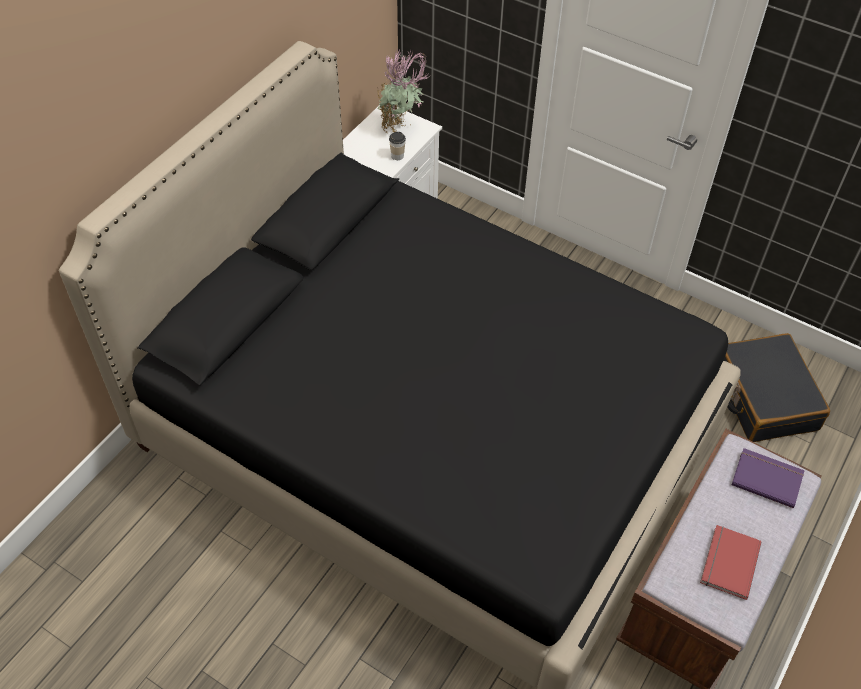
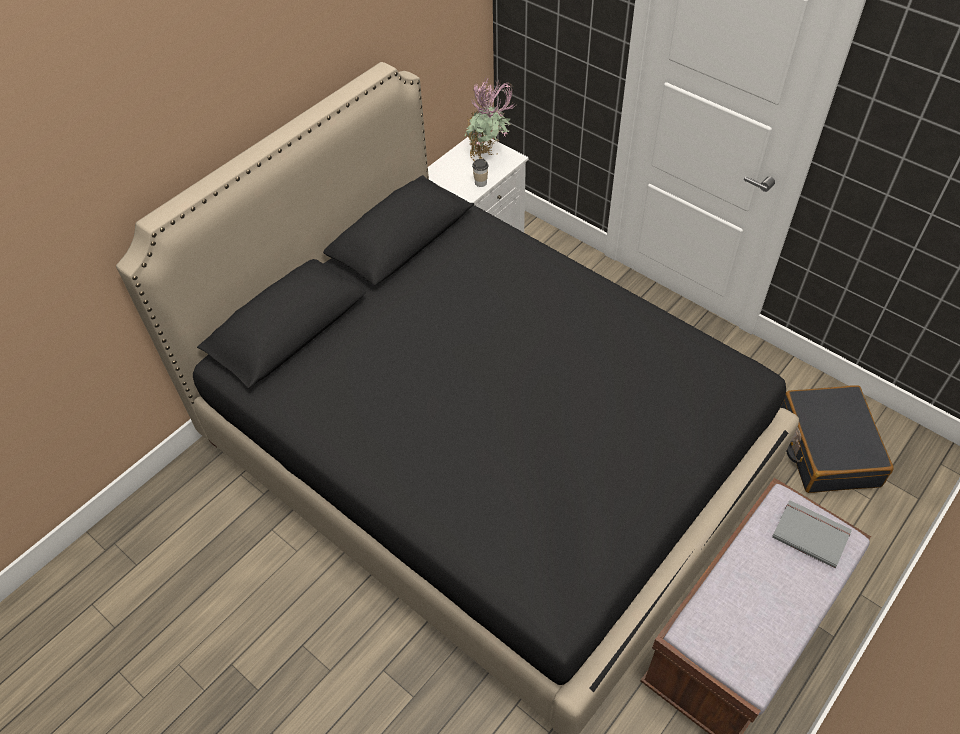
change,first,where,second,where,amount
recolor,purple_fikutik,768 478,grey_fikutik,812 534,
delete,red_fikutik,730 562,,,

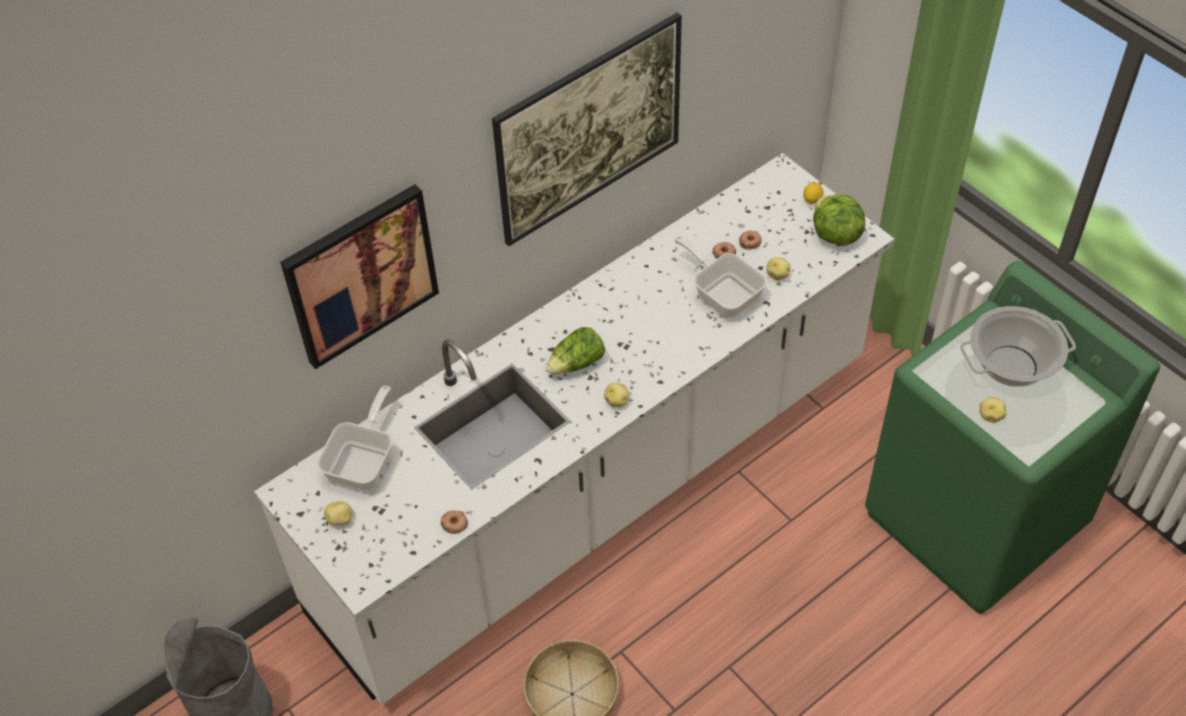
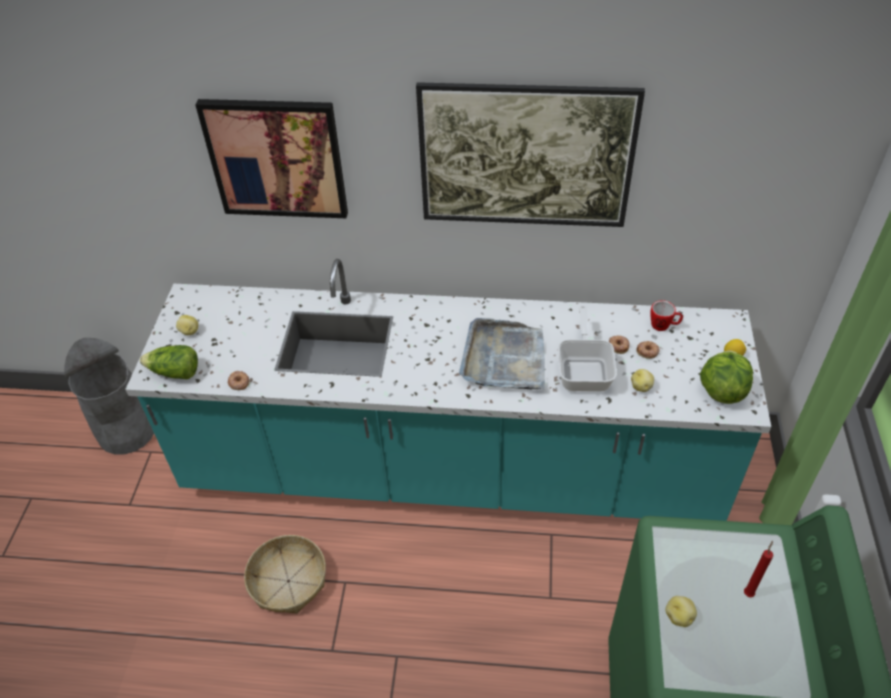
change,first,where,second,where,amount
recolor,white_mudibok,574 429,turquoise_mudibok,448 390,
replace,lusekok,1018 346,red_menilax,758 569,
move,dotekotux,575 350,,169 362,
delete,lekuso,616 395,,,
delete,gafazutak,355 438,,,
insert,,,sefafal,666 315,
insert,,,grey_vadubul,502 353,

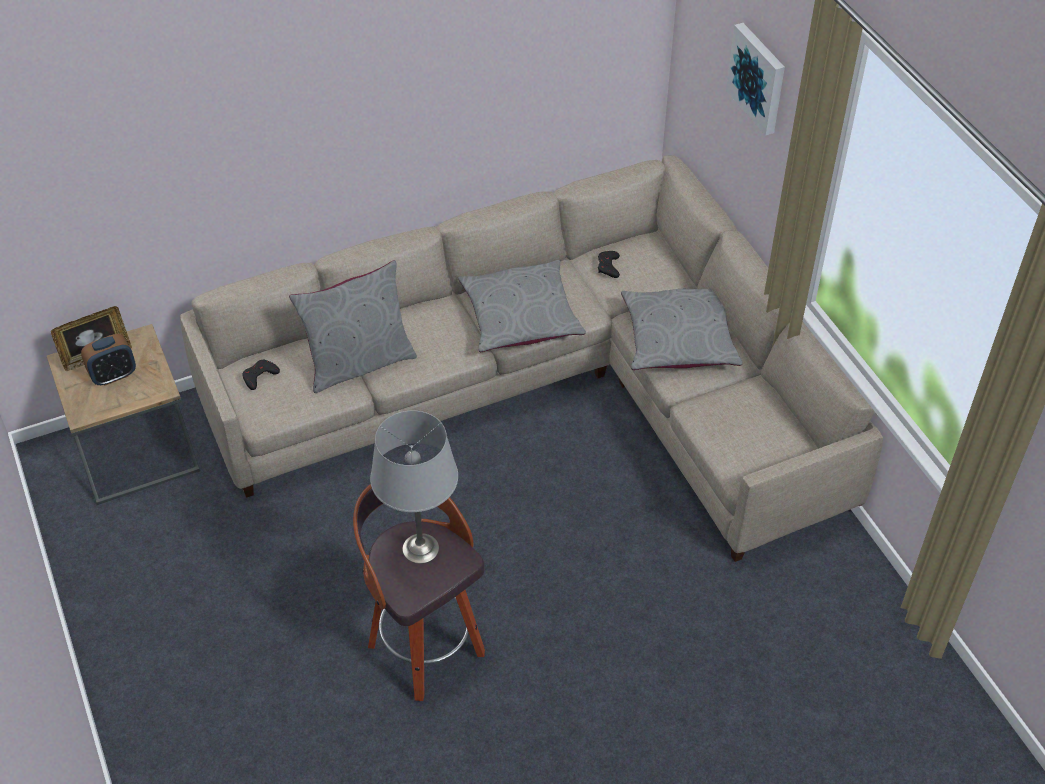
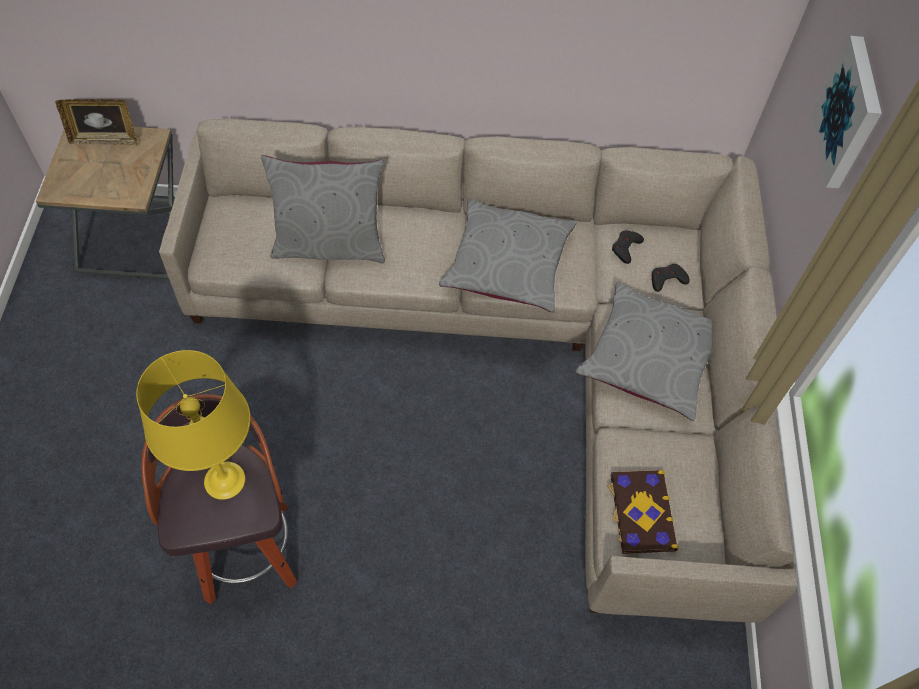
change,first,where,second,where,amount
delete,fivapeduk,108 360,,,
move,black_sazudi,261 375,,671 278,
recolor,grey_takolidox,414 487,yellow_takolidox,193 425,
insert,,,fikutik,643 512,

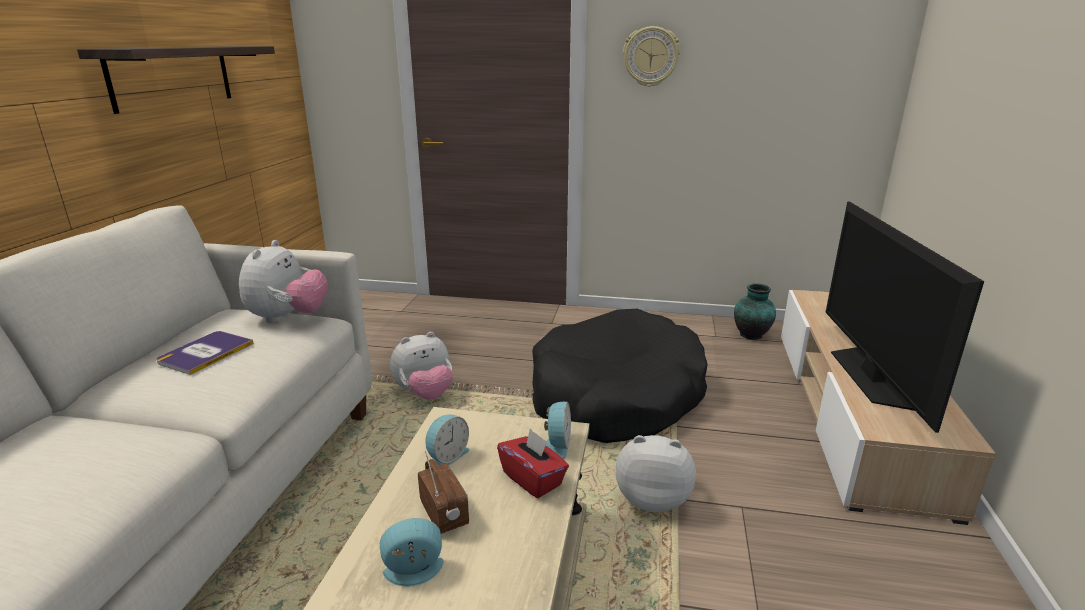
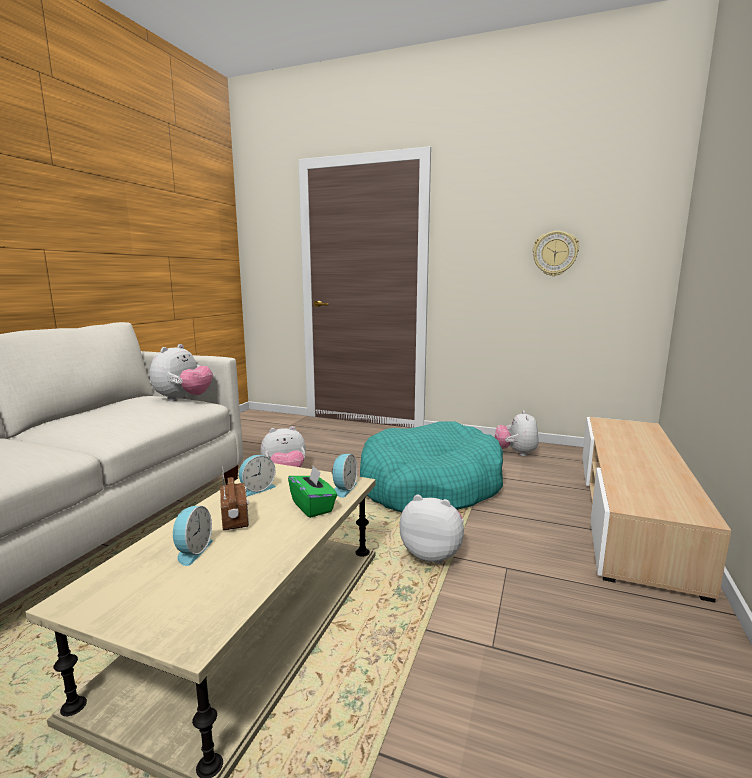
change,first,where,second,where,amount
move,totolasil,651 56,,556 253,
delete,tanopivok,176 80,,,
delete,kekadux,904 317,,,
delete,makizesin,755 311,,,
recolor,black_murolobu,620 376,turquoise_murolobu,431 466,
delete,fikutik,205 353,,,
recolor,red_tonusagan,533 463,green_tonusagan,312 492,
rotate,fivapeduk,412 552,,193 536,105 degrees clockwise
insert,,,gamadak,517 433,

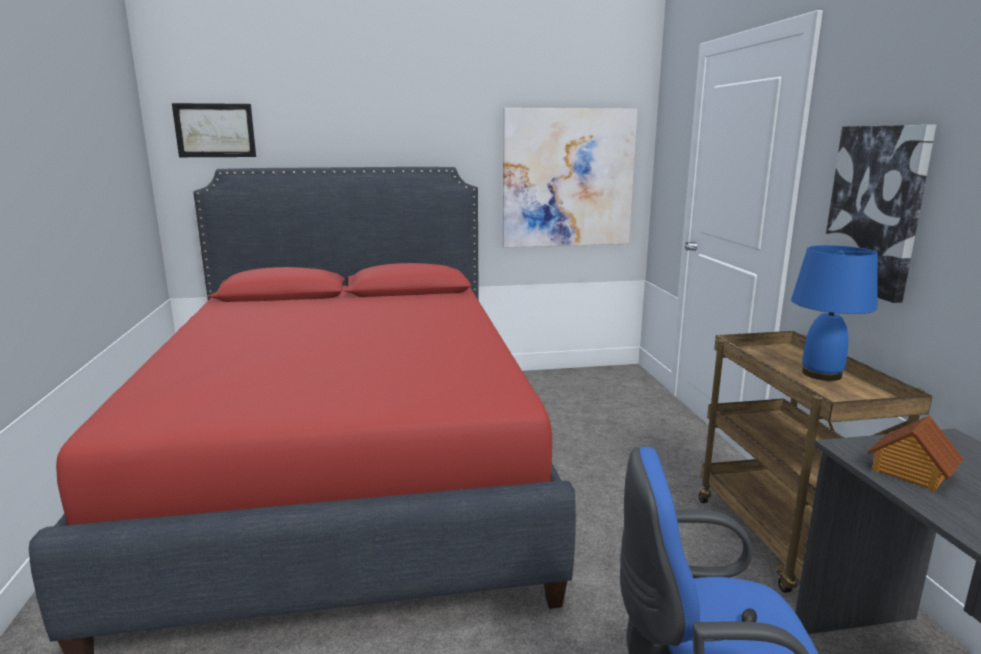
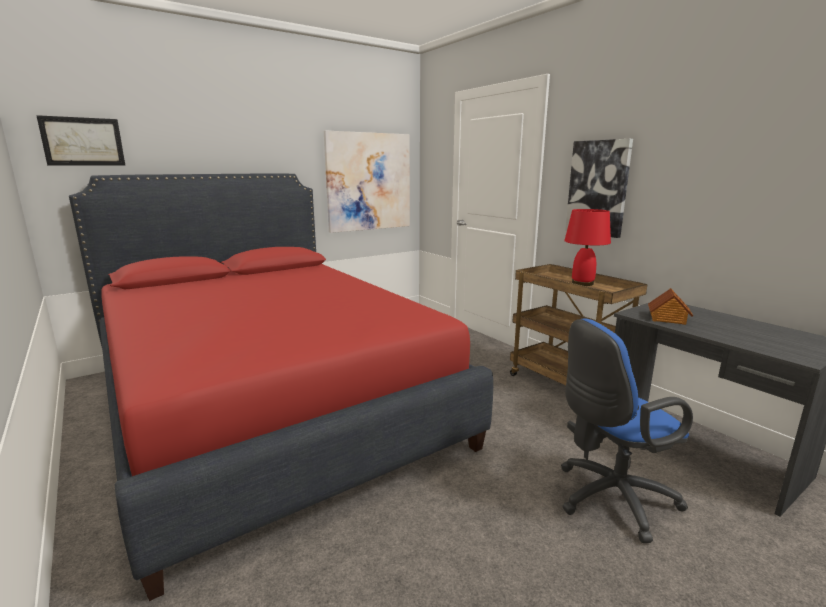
change,first,where,second,where,amount
recolor,blue_takolidox,834 313,red_takolidox,587 247,

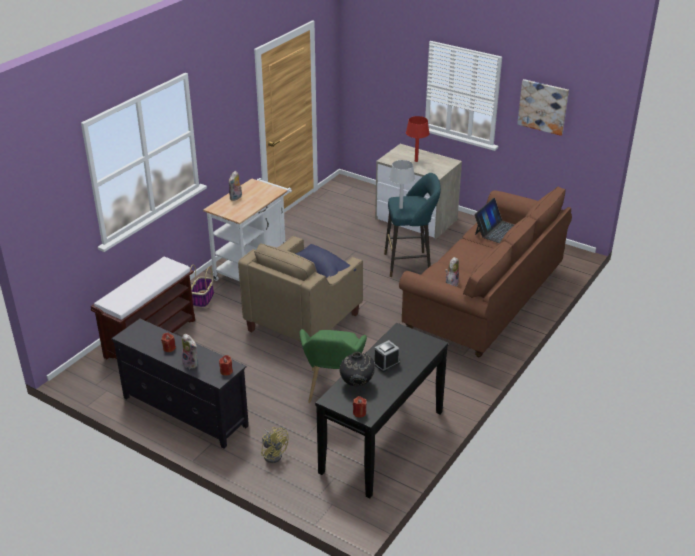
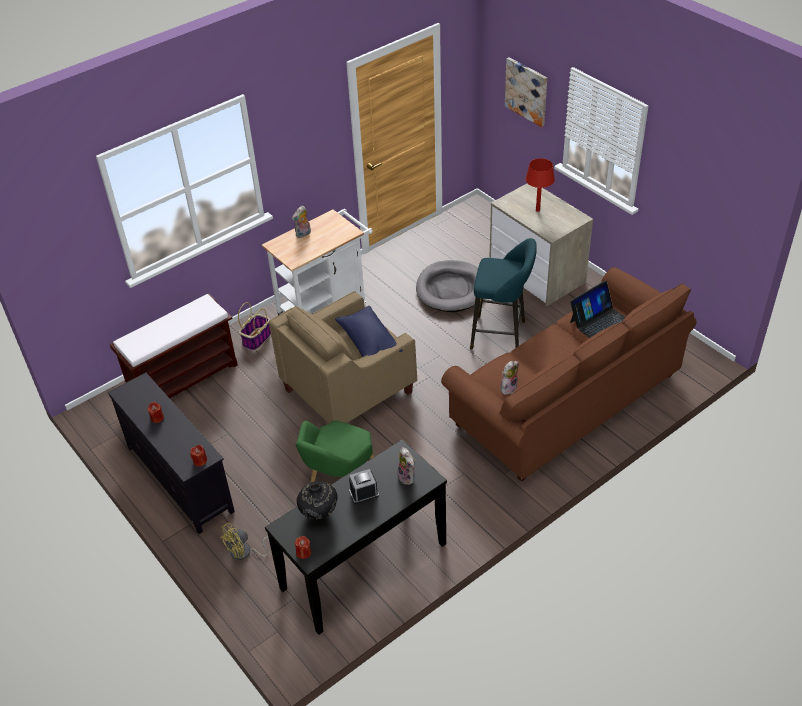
change,first,where,second,where,amount
move,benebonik,543 107,,526 92,
delete,grey_takolidox,402 184,,,
move,gamadak,190 351,,406 466,
rotate,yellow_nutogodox,275 445,,244 541,75 degrees clockwise
insert,,,grey_murolobu,447 286,

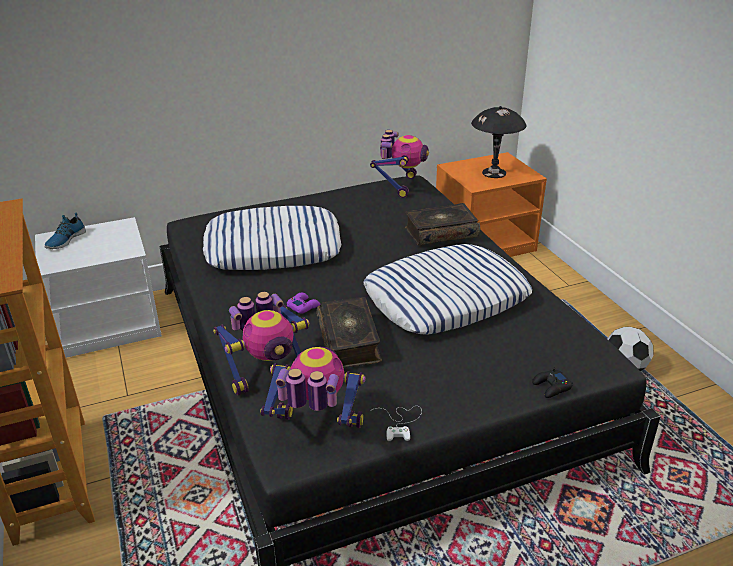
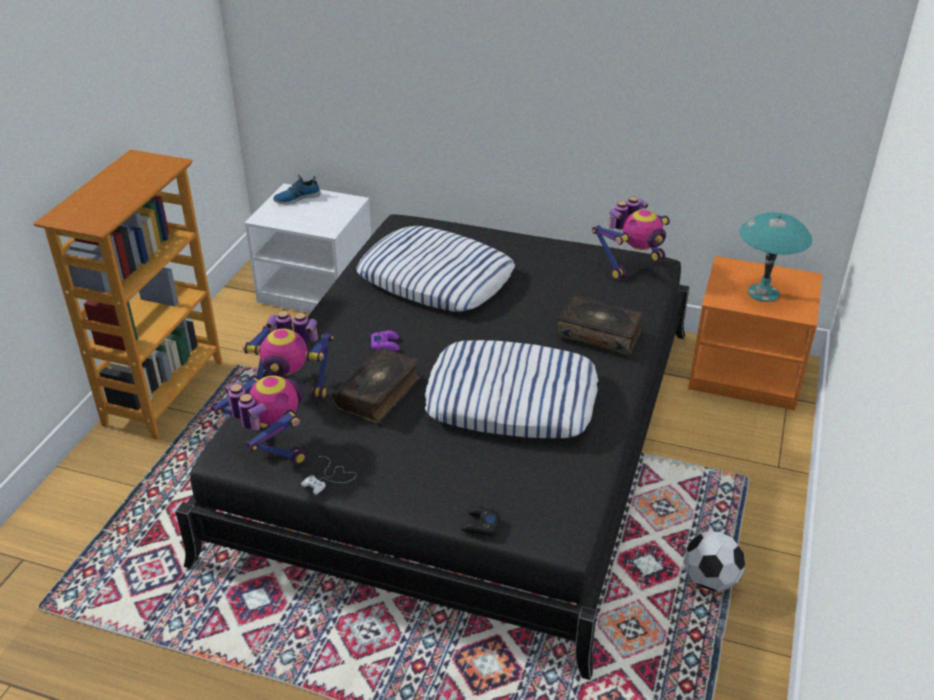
change,first,where,second,where,amount
recolor,black_takolidox,499 142,turquoise_takolidox,775 257,

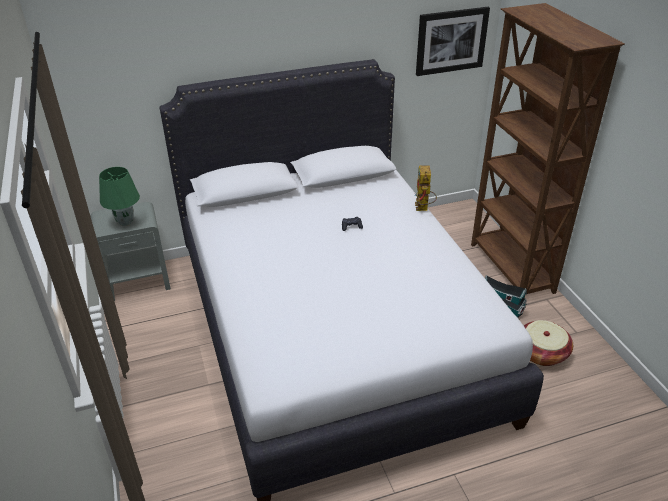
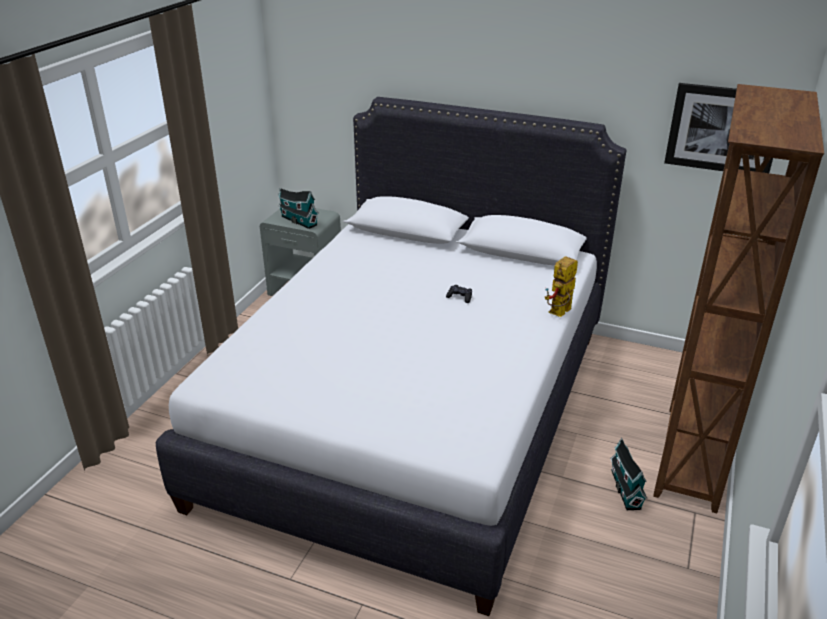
change,first,where,second,where,amount
replace,green_takolidox,119 196,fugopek,298 208,
delete,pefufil,548 343,,,

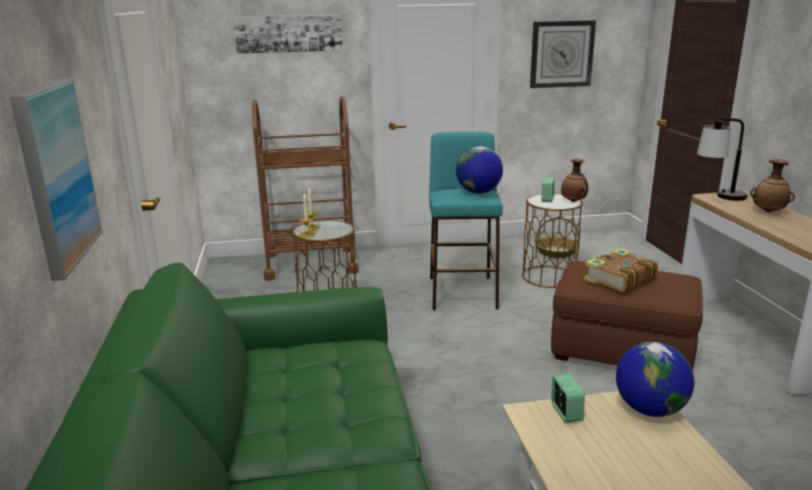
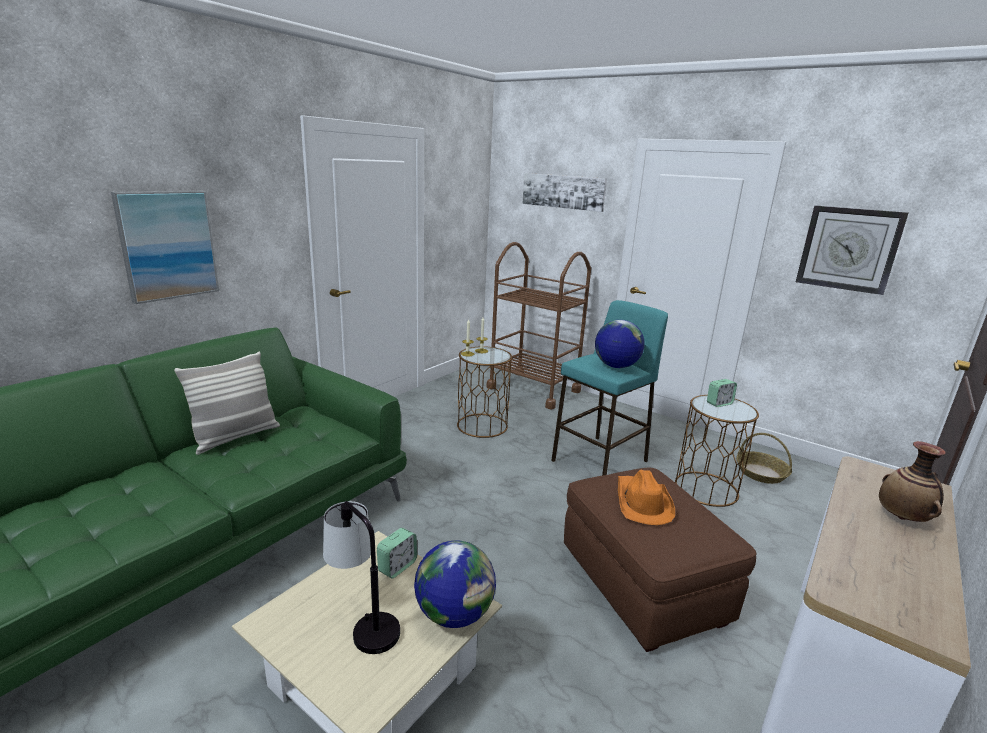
change,first,where,second,where,amount
move,takolidox,722 159,,361 577,
delete,makizesin,574 180,,,
replace,fikutik,621 270,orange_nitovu,646 497,
insert,,,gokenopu,227 403,

